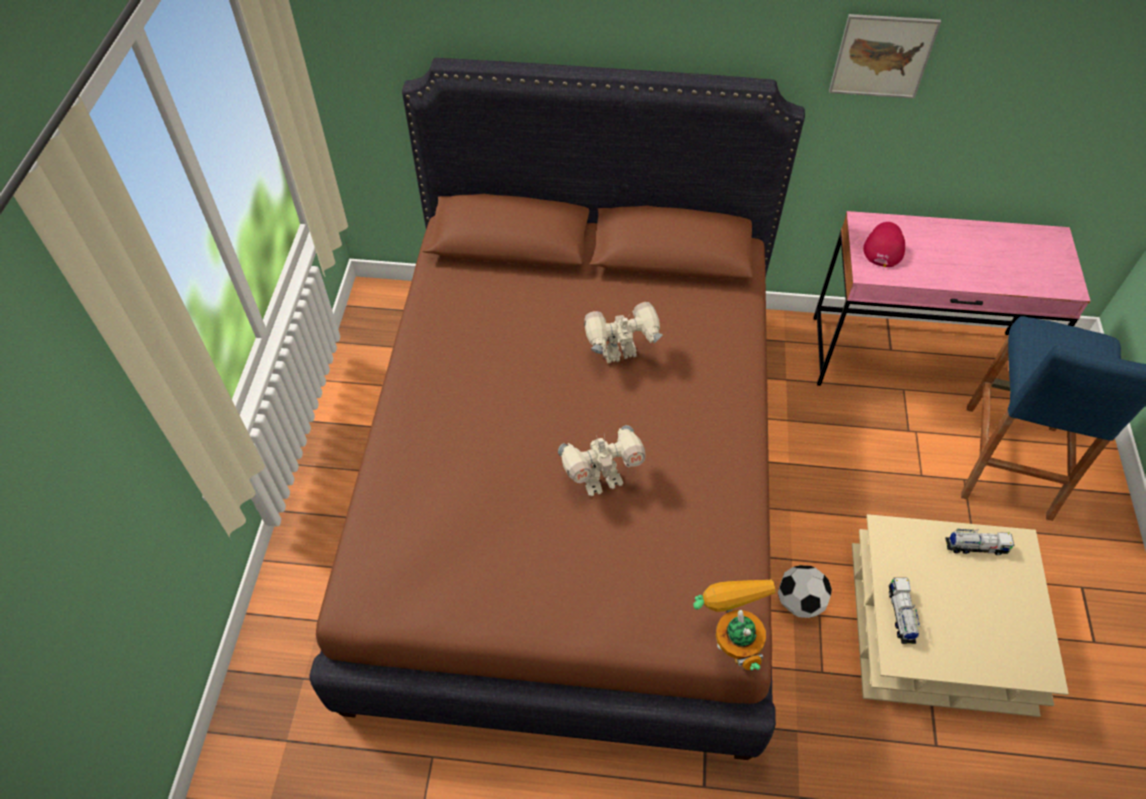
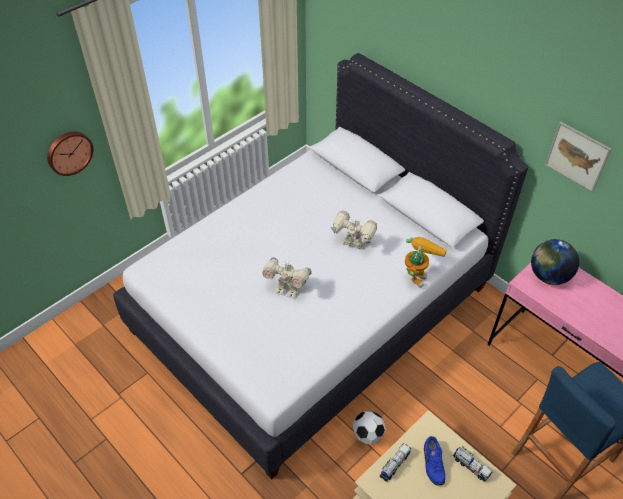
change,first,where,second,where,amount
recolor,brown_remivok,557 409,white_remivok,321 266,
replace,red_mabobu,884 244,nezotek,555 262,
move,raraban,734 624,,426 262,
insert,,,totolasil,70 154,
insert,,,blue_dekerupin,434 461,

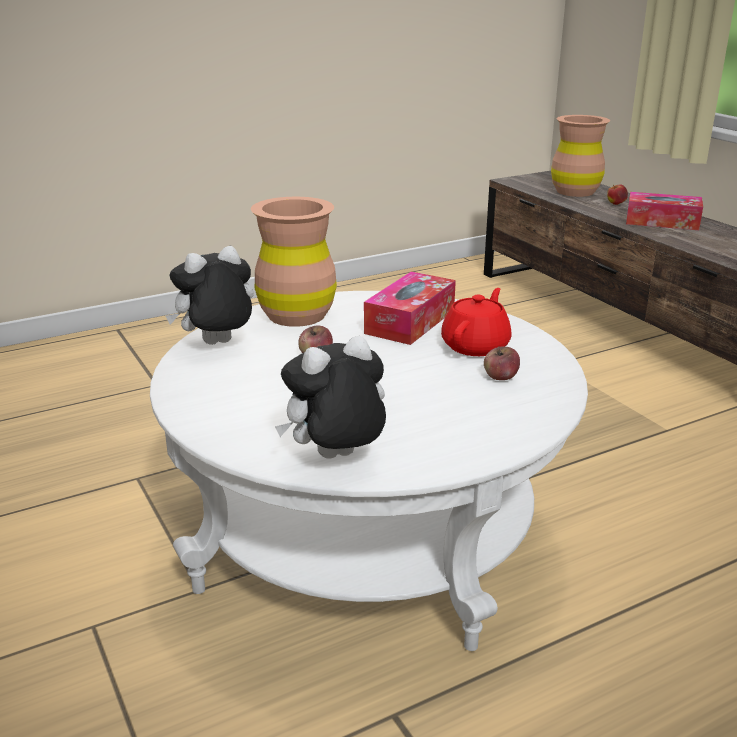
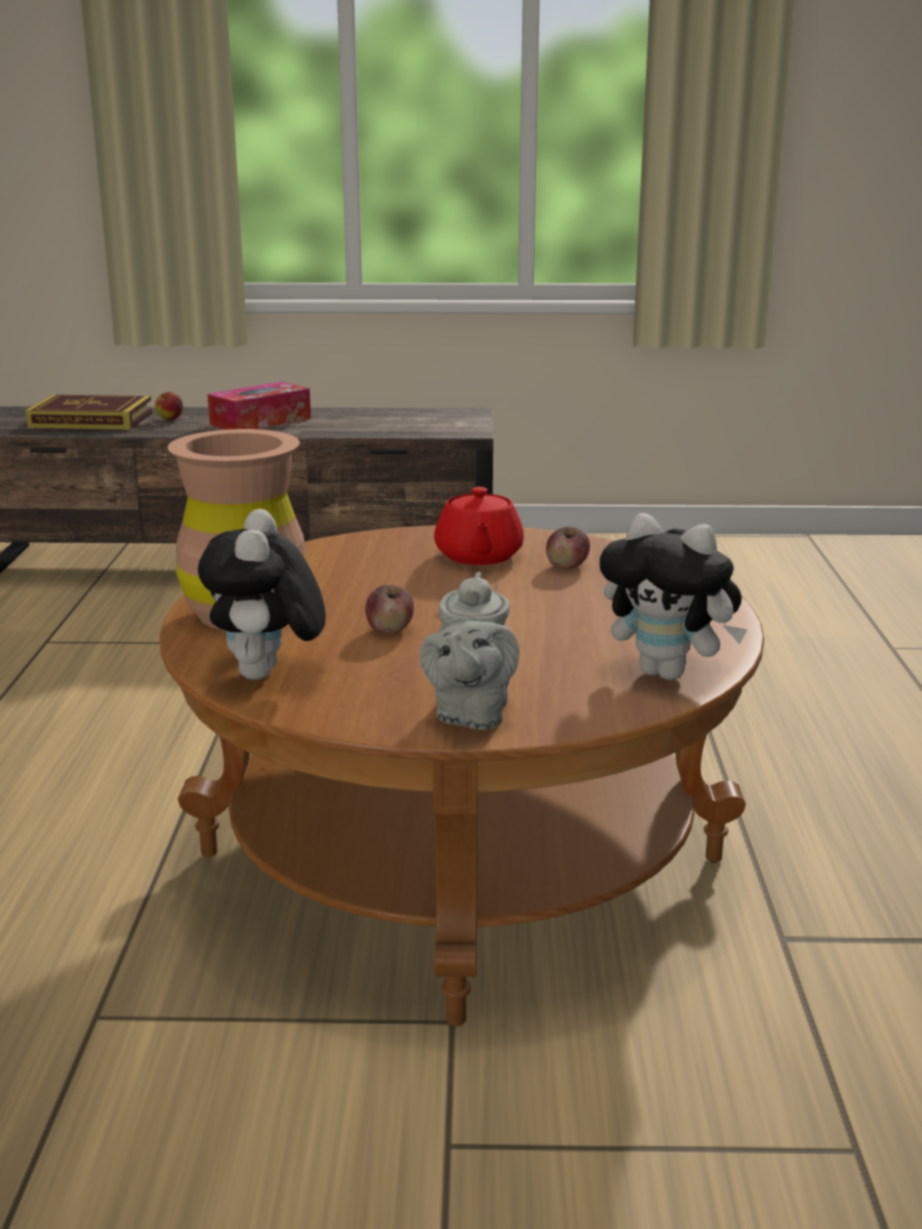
change,first,where,second,where,amount
replace,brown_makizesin,580 156,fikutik,89 412,
delete,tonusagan,410 308,,,
rotate,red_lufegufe,476 322,,479 526,150 degrees counterclockwise
recolor,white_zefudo,369 471,brown_zefudo,462 775,
rotate,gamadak,330 397,,673 596,60 degrees counterclockwise
insert,,,grey_lufegufe,469 651,

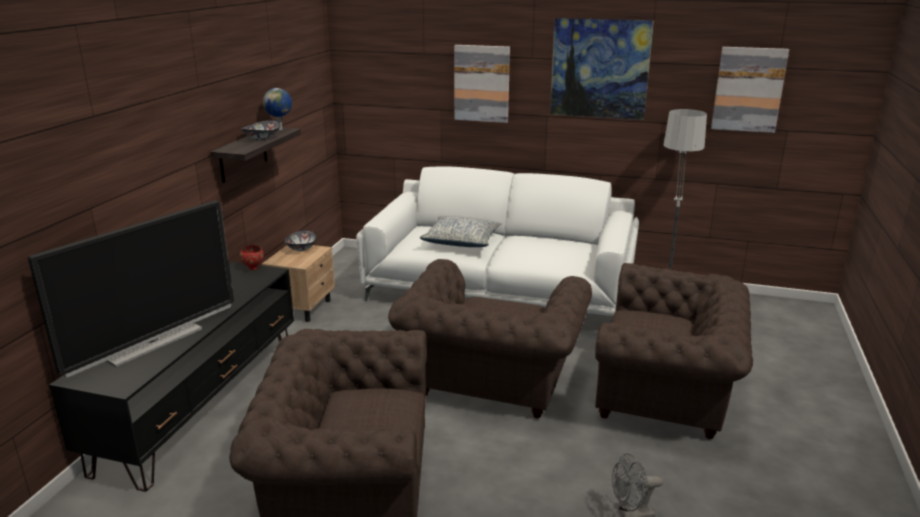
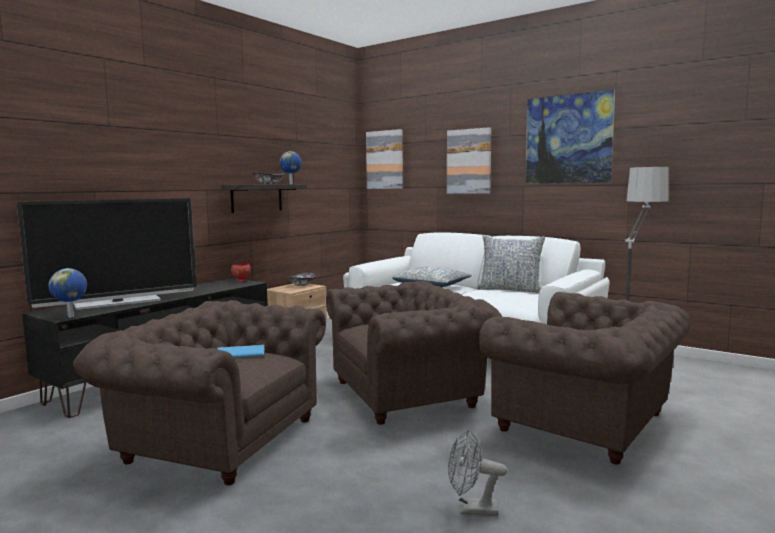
change,first,where,second,where,amount
move,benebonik,750 90,,384 159,
rotate,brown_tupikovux,490 338,,414 353,150 degrees counterclockwise
insert,,,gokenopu,511 263,
insert,,,nezotek,68 293,
insert,,,blue_fikutik,241 351,

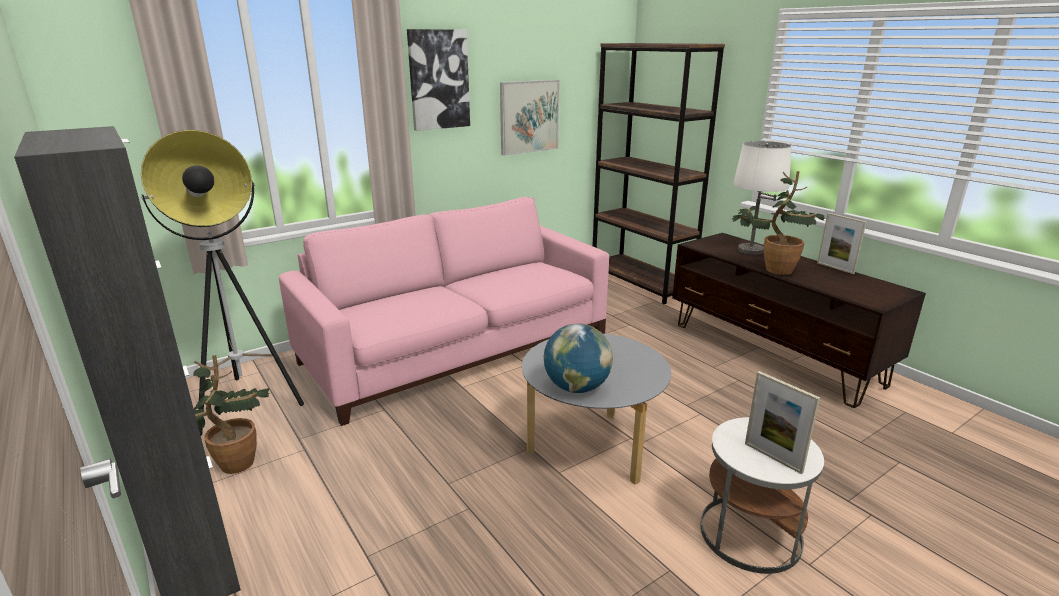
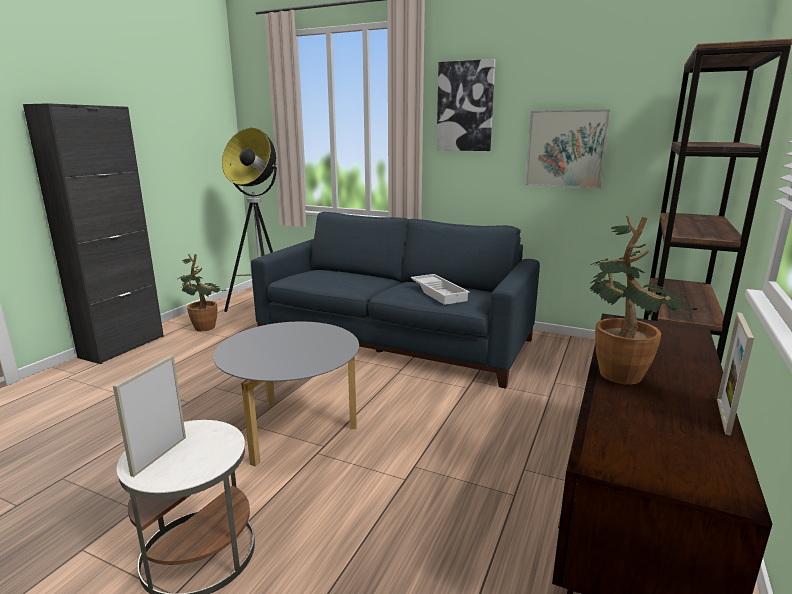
change,first,where,second,where,amount
delete,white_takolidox,762 198,,,
recolor,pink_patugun,444 311,blue_patugun,395 300,
delete,nezotek,578 358,,,
insert,,,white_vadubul,440 289,

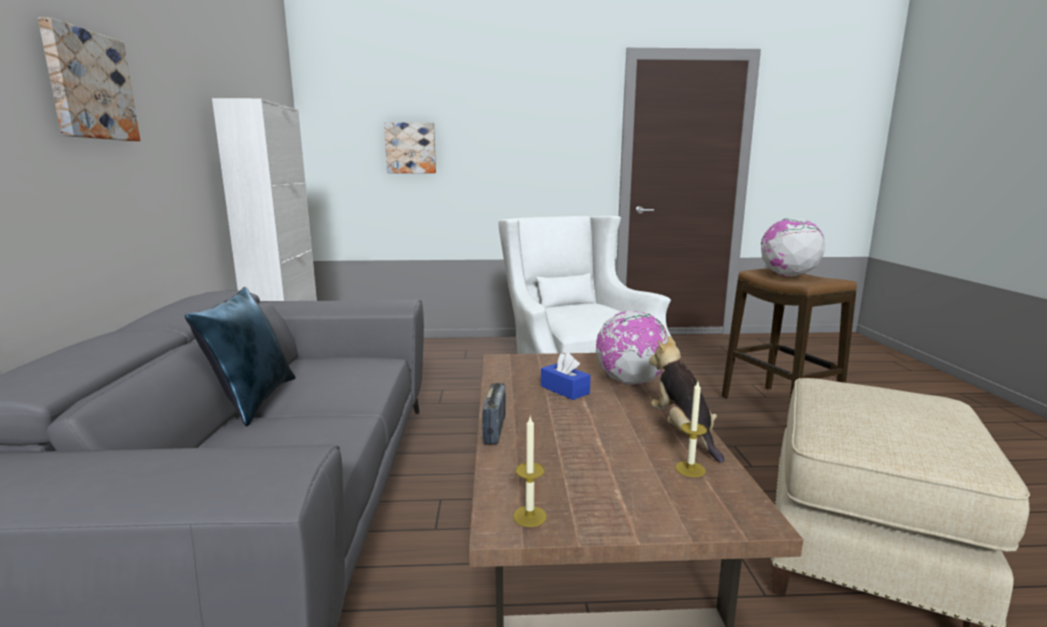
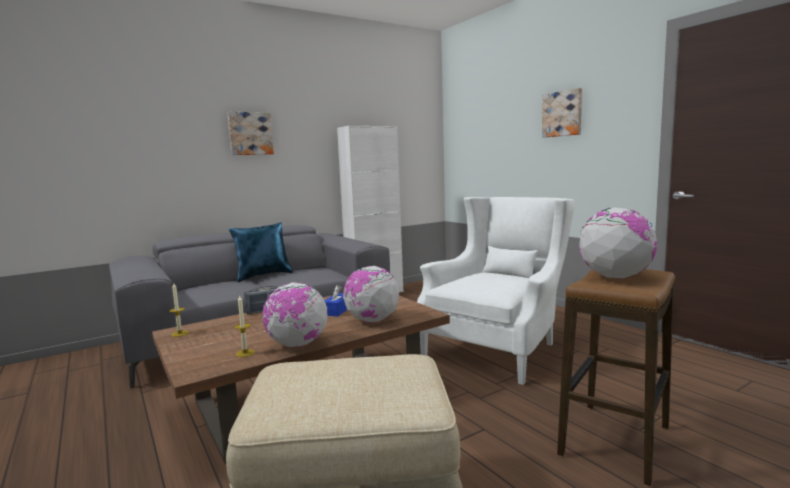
change,first,where,second,where,amount
move,benebonik,410 147,,562 113,
replace,gamadak,687 399,nezotek,294 314,

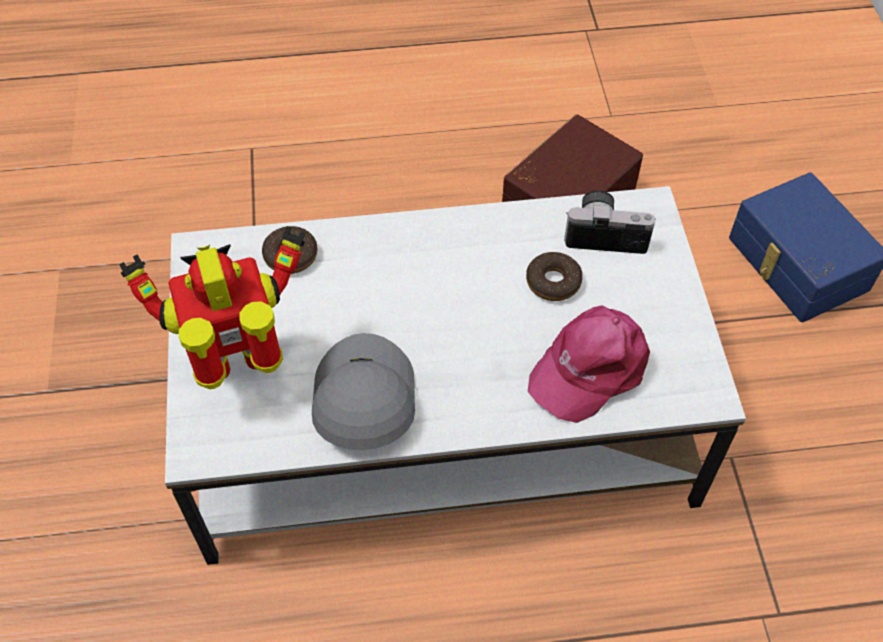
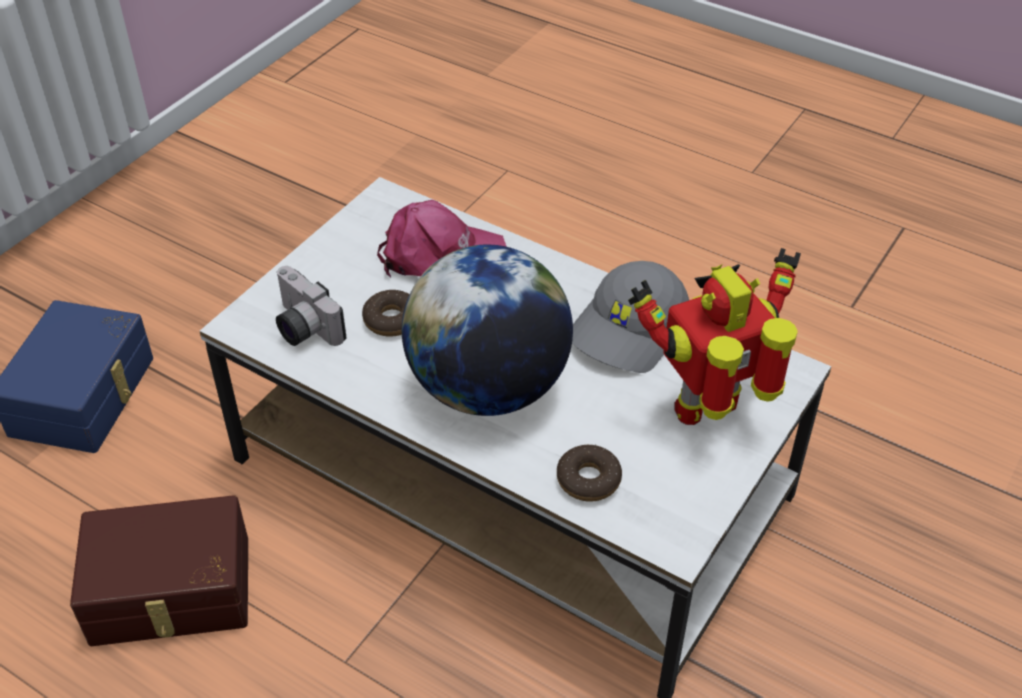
change,first,where,second,where,amount
rotate,raraban,212 307,,714 336,135 degrees clockwise
insert,,,nezotek,487 330,

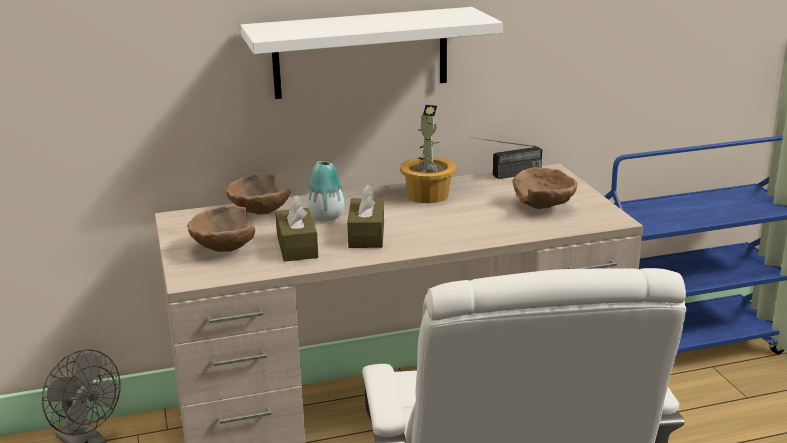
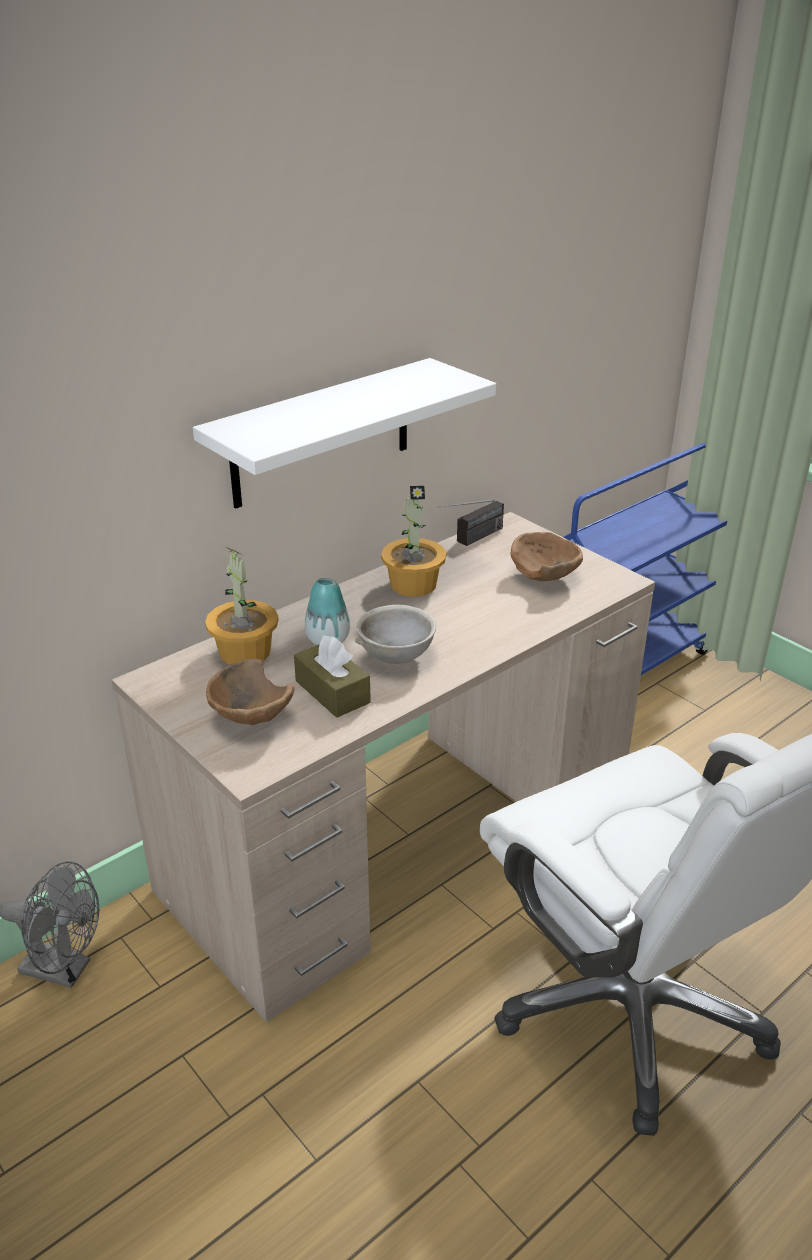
change,first,where,second,where,amount
replace,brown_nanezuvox,258 194,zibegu,241 606,
replace,brown_tonusagan,365 216,grey_nanezuvox,395 634,

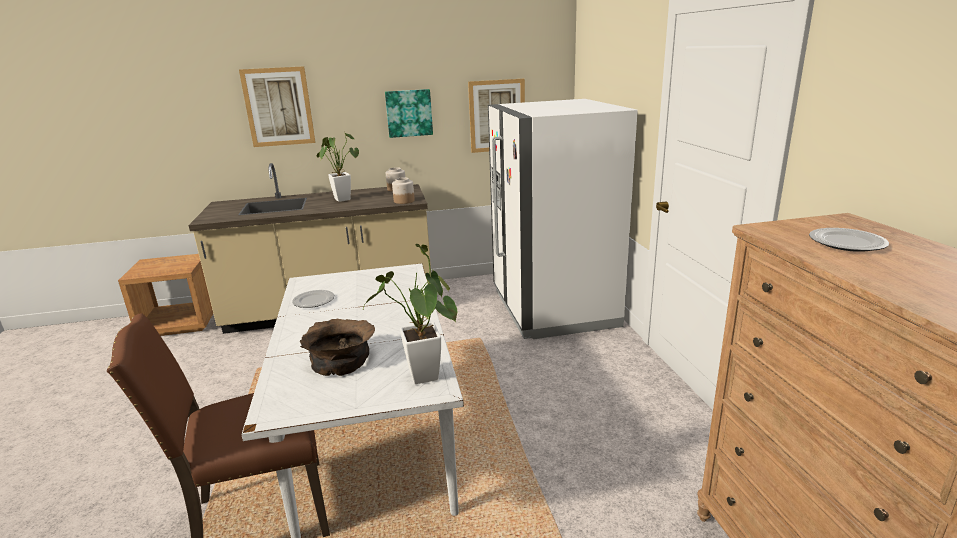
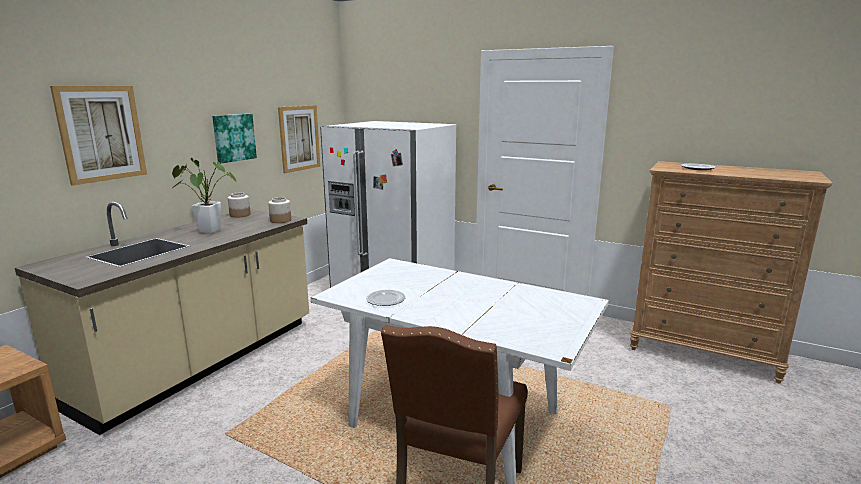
change,first,where,second,where,amount
delete,zibegu,409 314,,,
delete,brown_nanezuvox,337 347,,,

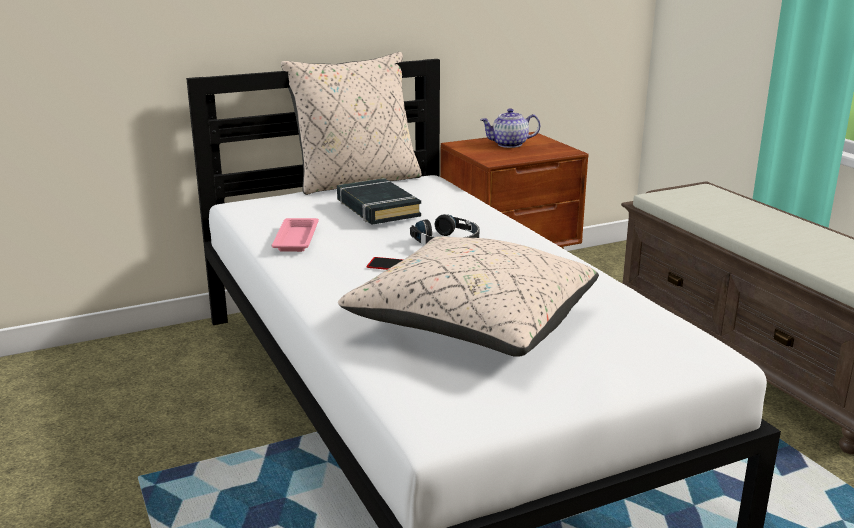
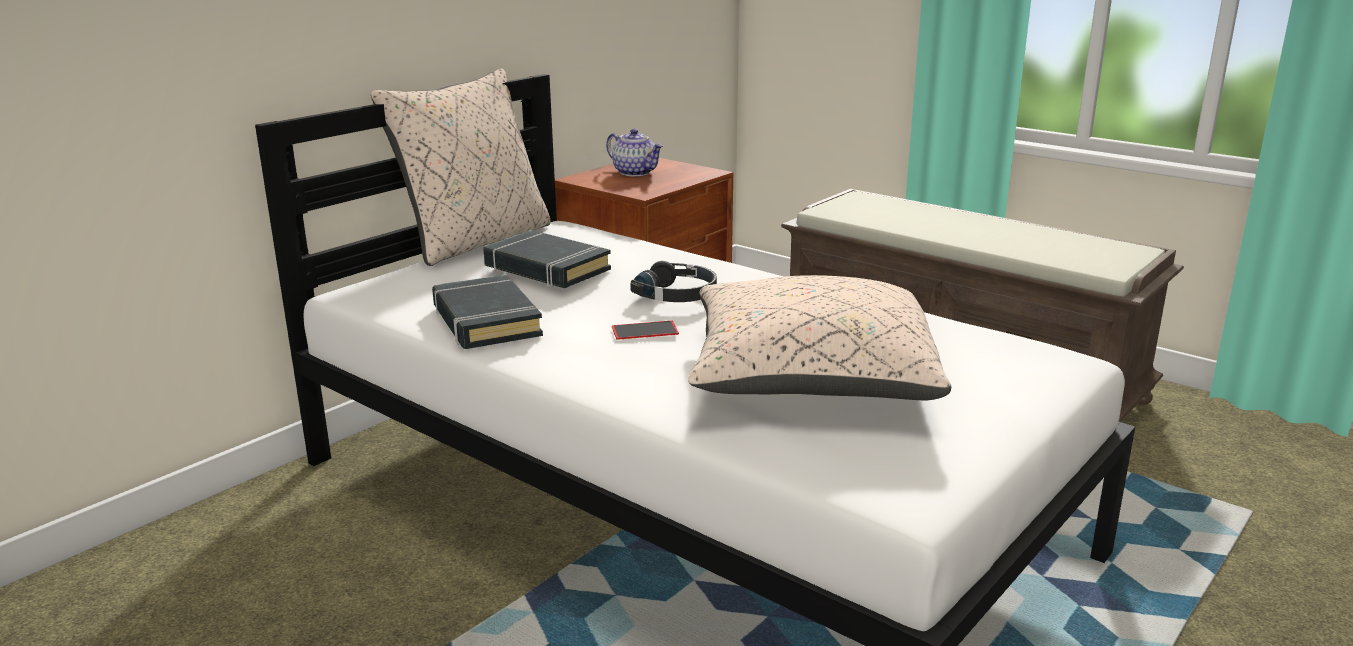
change,first,where,second,where,amount
rotate,lufegufe,510 128,,634 152,105 degrees counterclockwise
replace,pink_vadubul,295 235,black_fikutik,487 312,

